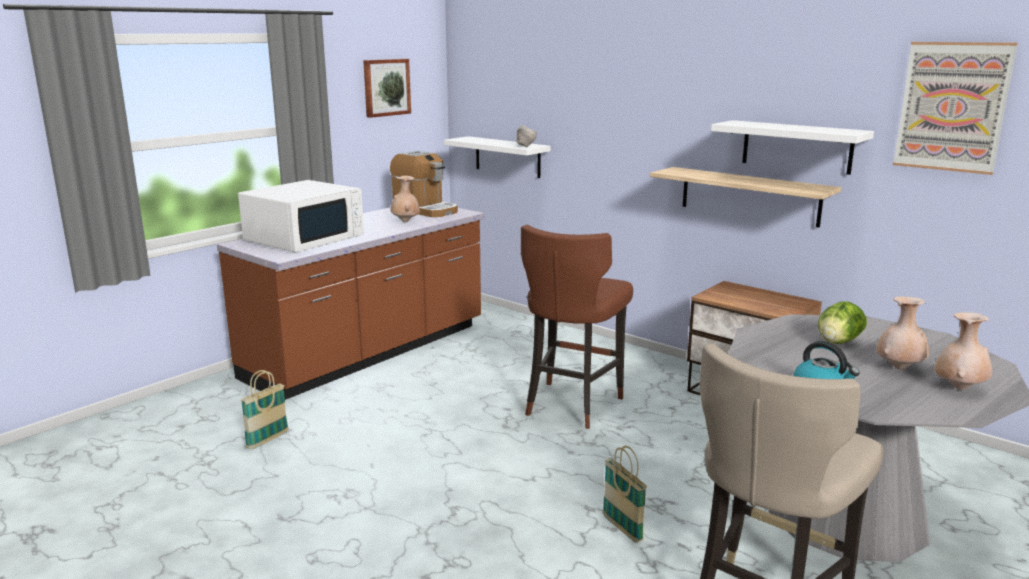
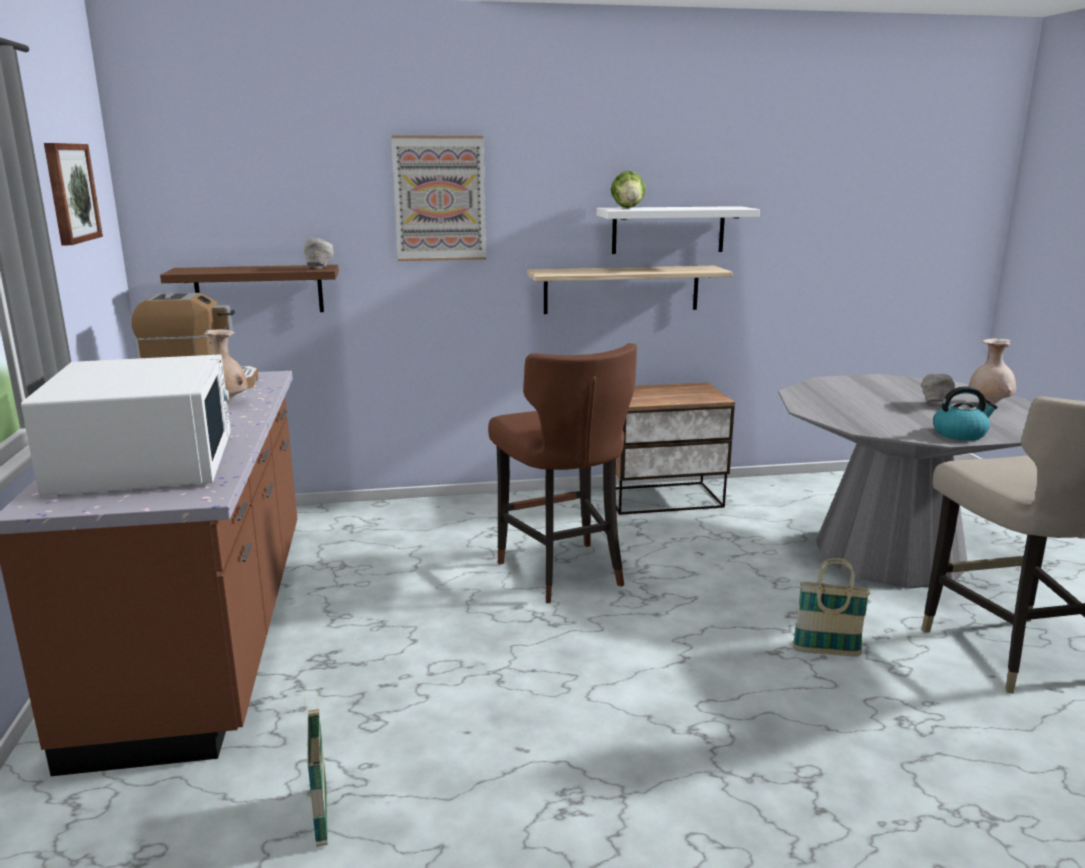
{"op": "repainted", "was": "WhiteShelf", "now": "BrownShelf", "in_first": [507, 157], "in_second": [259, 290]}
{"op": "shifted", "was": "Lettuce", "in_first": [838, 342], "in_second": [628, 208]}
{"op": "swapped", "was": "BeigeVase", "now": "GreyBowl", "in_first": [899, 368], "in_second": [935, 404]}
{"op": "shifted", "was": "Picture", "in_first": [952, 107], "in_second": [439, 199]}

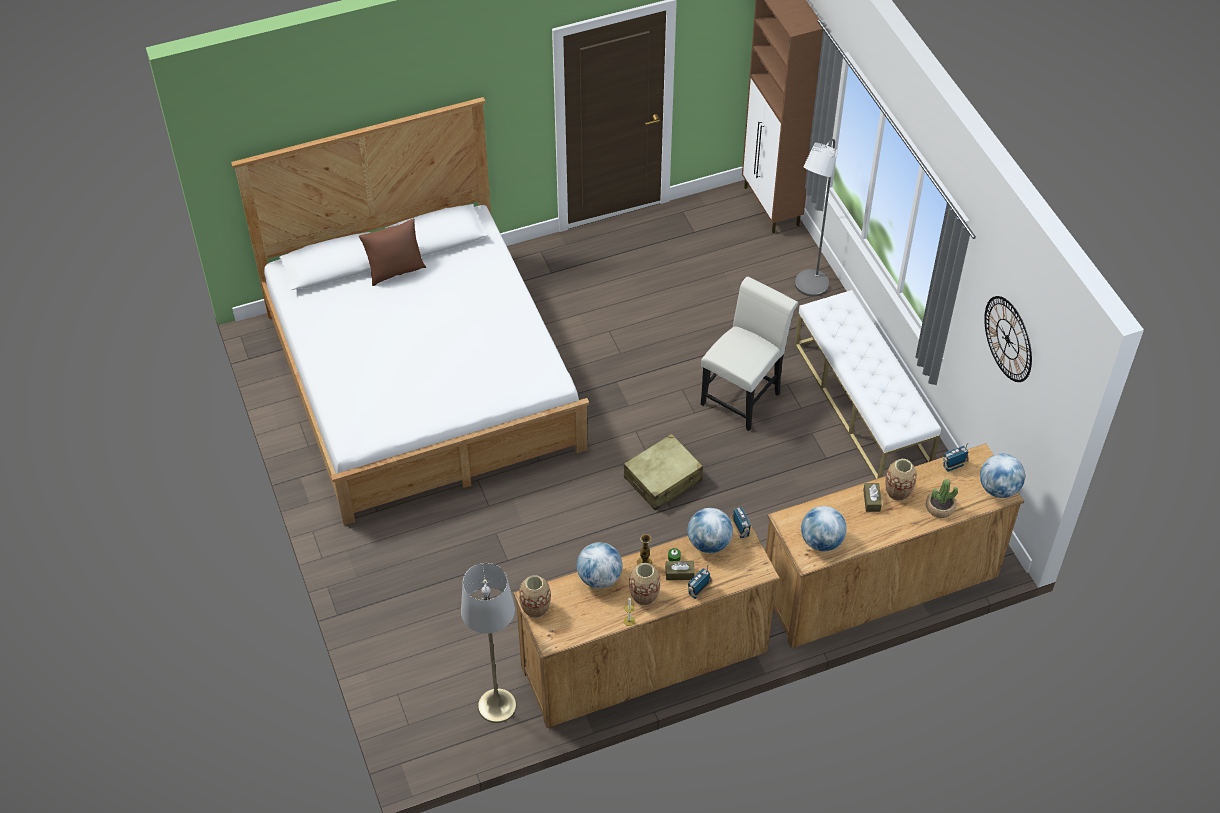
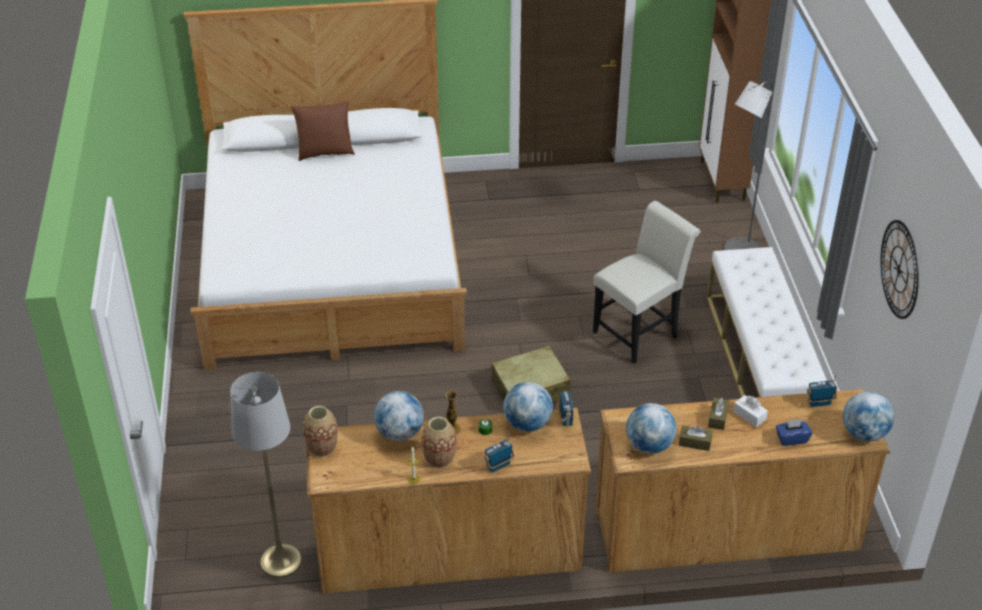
{"op": "shifted", "was": "BrownTissueBox", "in_first": [679, 573], "in_second": [695, 442]}
{"op": "swapped", "was": "Vase", "now": "WhiteTissueBox", "in_first": [897, 492], "in_second": [749, 415]}
{"op": "swapped", "was": "PottedPlant", "now": "BlueTissueBox", "in_first": [940, 507], "in_second": [791, 439]}

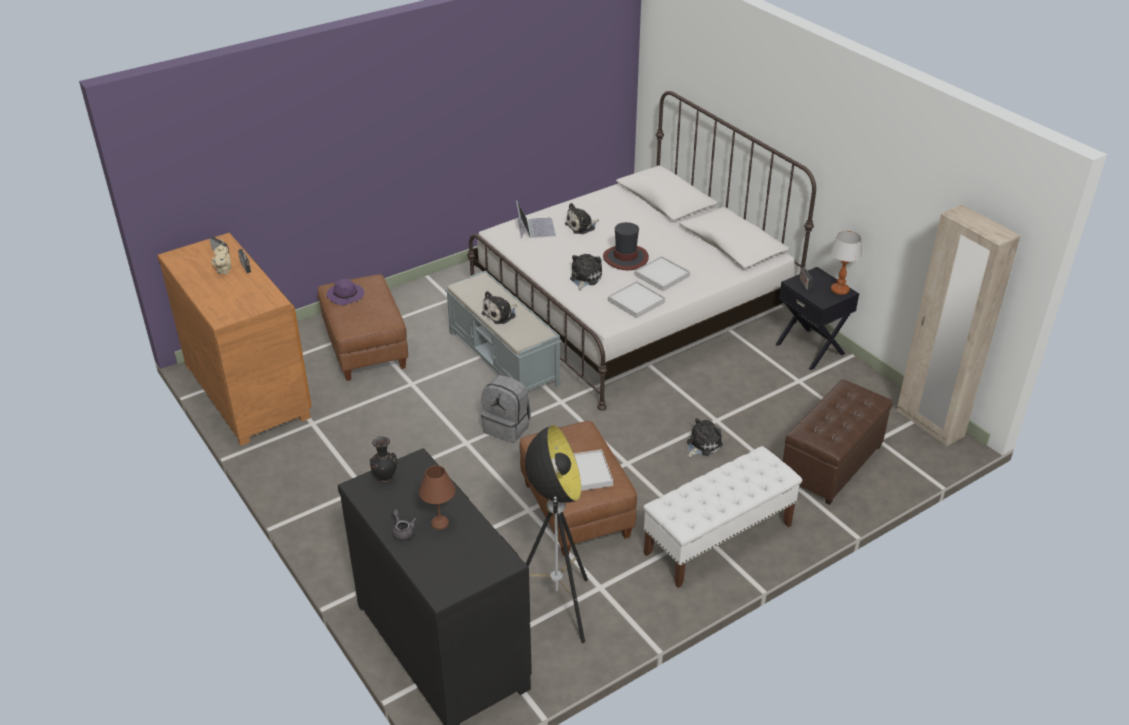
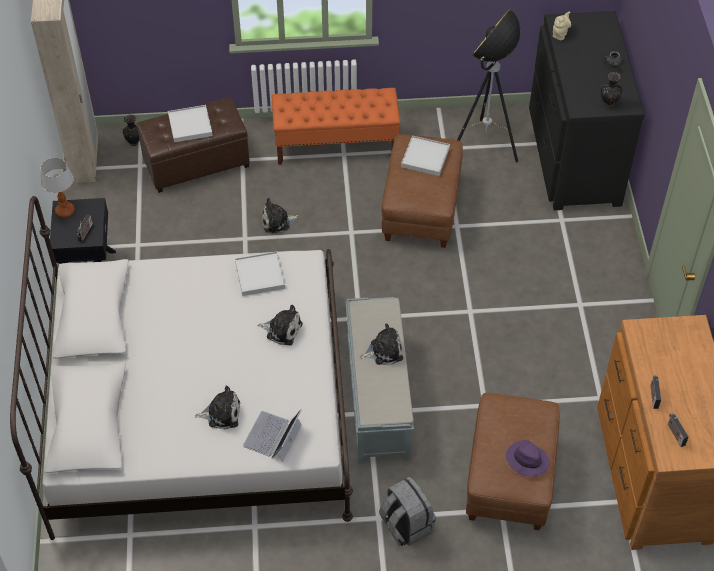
{"op": "shifted", "was": "BeigeTeapot", "in_first": [223, 270], "in_second": [560, 34]}
{"op": "gone", "was": "BrownTableLamp", "in_first": [439, 523]}
{"op": "shifted", "was": "GreyBackpack", "in_first": [507, 427], "in_second": [405, 525]}
{"op": "rotated", "was": "PlushToy", "in_first": [584, 278], "in_second": [282, 329], "clockwise": -120}
{"op": "gone", "was": "Hat", "in_first": [625, 258]}
{"op": "shifted", "was": "WhiteTray", "in_first": [662, 276], "in_second": [190, 125]}
{"op": "repainted", "was": "WhiteBench", "now": "OrangeBench", "in_first": [718, 539], "in_second": [336, 145]}
{"op": "new", "now": "BlackVase", "in_second": [134, 142]}

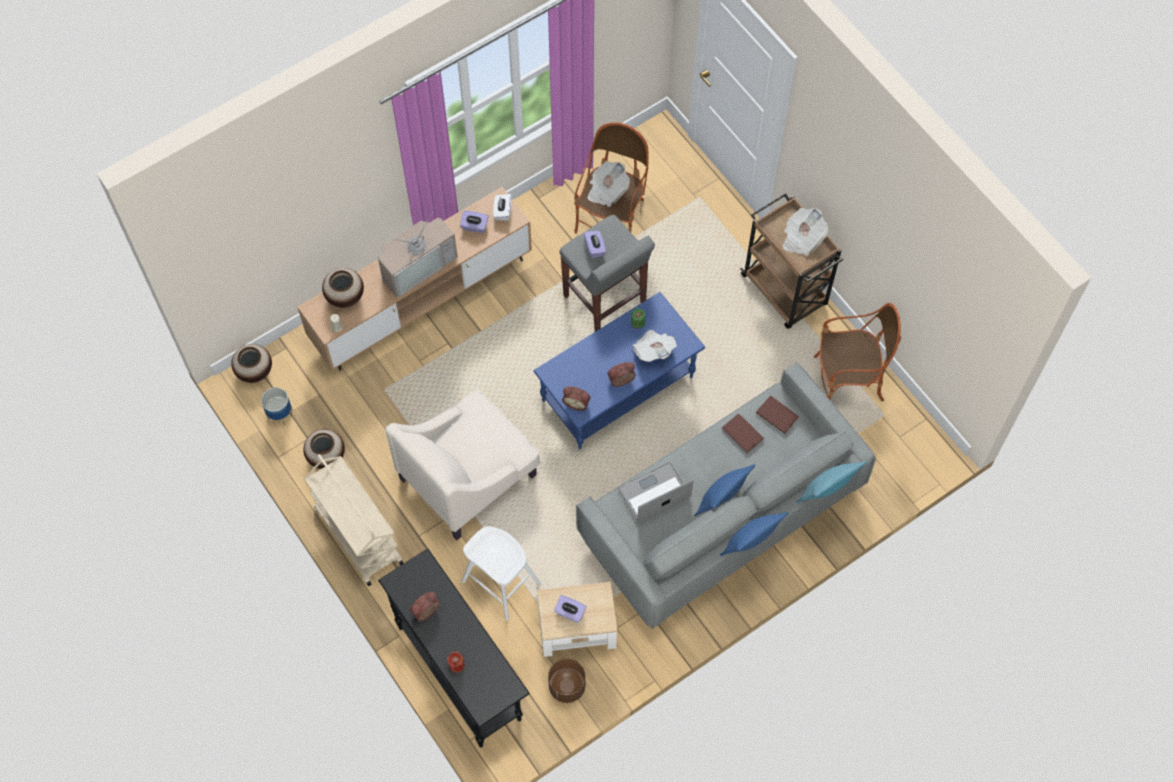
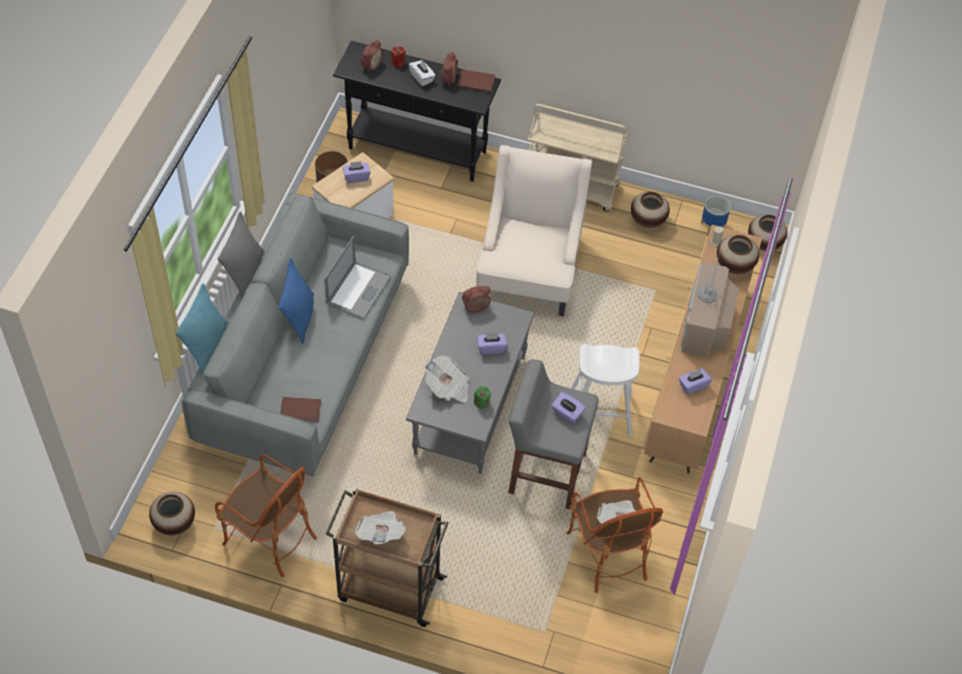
{"op": "shifted", "was": "WhiteStool", "in_first": [501, 582], "in_second": [600, 412]}
{"op": "shifted", "was": "WhiteTissueBox", "in_first": [502, 212], "in_second": [422, 78]}
{"op": "repainted", "was": "BlueCoffeeTable", "now": "GreyCoffeeTable", "in_first": [618, 390], "in_second": [469, 404]}
{"op": "shifted", "was": "AlarmClock", "in_first": [622, 381], "in_second": [370, 65]}
{"op": "repainted", "was": "BluePillow", "now": "GreyPillow", "in_first": [750, 543], "in_second": [245, 273]}
{"op": "shifted", "was": "BrownBook", "in_first": [742, 435], "in_second": [476, 81]}
{"op": "rotated", "was": "Armchair", "in_first": [847, 381], "in_second": [269, 538], "clockwise": -105}
{"op": "new", "now": "Vase", "in_second": [174, 523]}
{"op": "new", "now": "PurpleTissueBox", "in_second": [491, 348]}

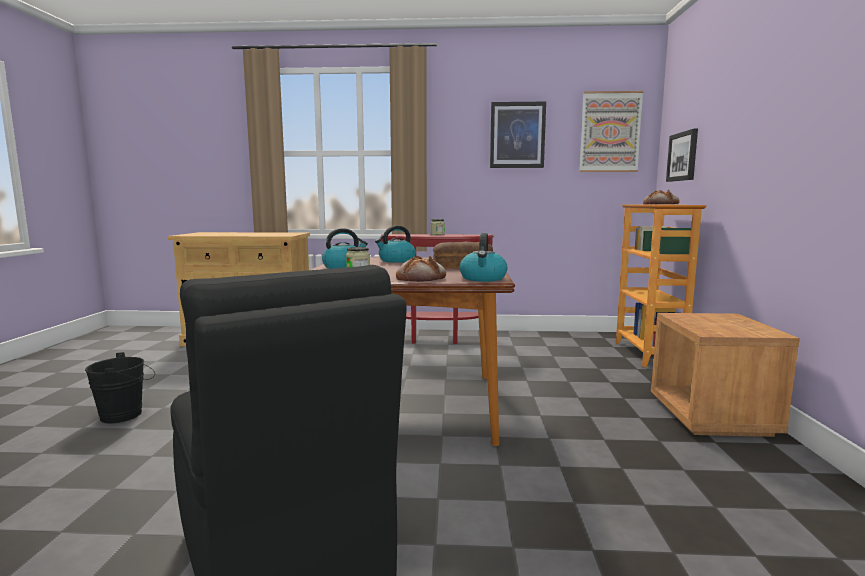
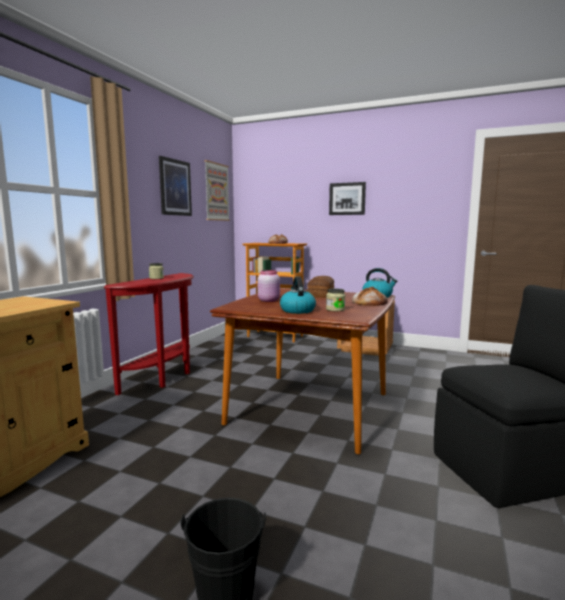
{"op": "swapped", "was": "Kettle", "now": "PinkJar", "in_first": [396, 261], "in_second": [269, 300]}
{"op": "shifted", "was": "Picture", "in_first": [683, 156], "in_second": [347, 199]}

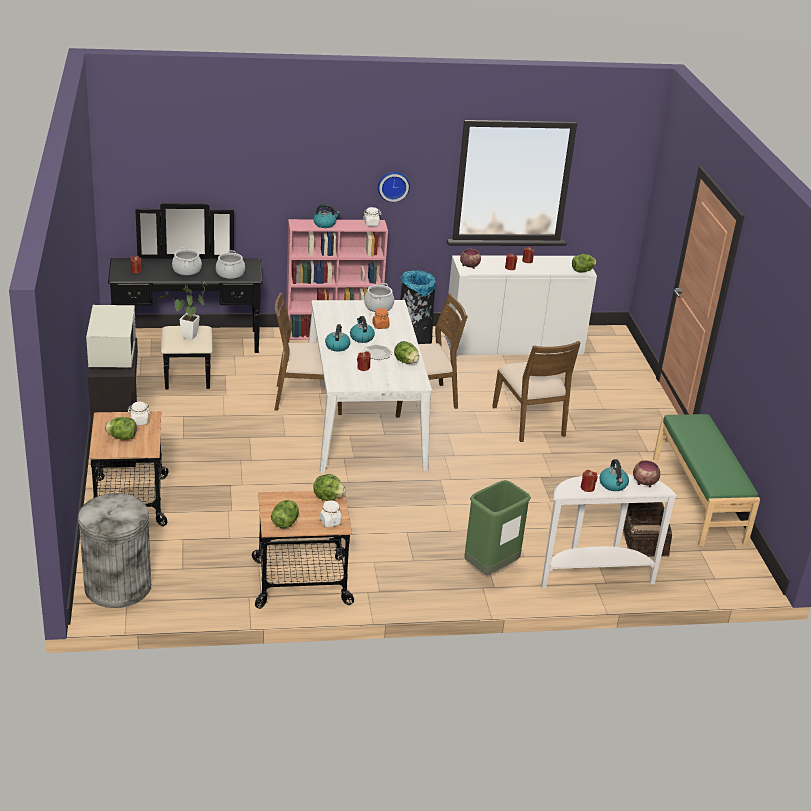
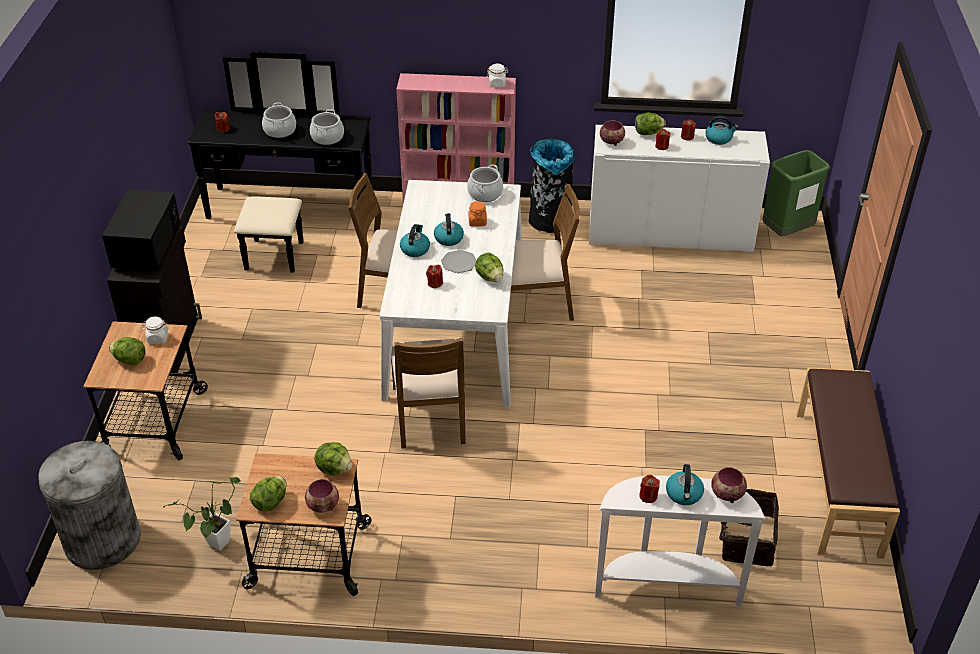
{"op": "repainted", "was": "WhiteMicrowave", "now": "BlackMicrowave", "in_first": [112, 353], "in_second": [146, 248]}
{"op": "shifted", "was": "PottedPlant", "in_first": [188, 338], "in_second": [215, 546]}
{"op": "shifted", "was": "Kettle", "in_first": [325, 224], "in_second": [719, 138]}
{"op": "swapped", "was": "WhiteJar", "now": "Bowl", "in_first": [330, 522], "in_second": [324, 506]}
{"op": "gone", "was": "WallClock", "in_first": [393, 185]}
{"op": "shifted", "was": "GreenTrashCan", "in_first": [490, 568], "in_second": [787, 232]}
{"op": "shifted", "was": "BrownChair", "in_first": [530, 421], "in_second": [430, 415]}
{"op": "shifted", "was": "Lettuce", "in_first": [582, 271], "in_second": [648, 133]}
{"op": "repainted", "was": "GreenBench", "now": "BrownBench", "in_first": [699, 500], "in_second": [838, 482]}

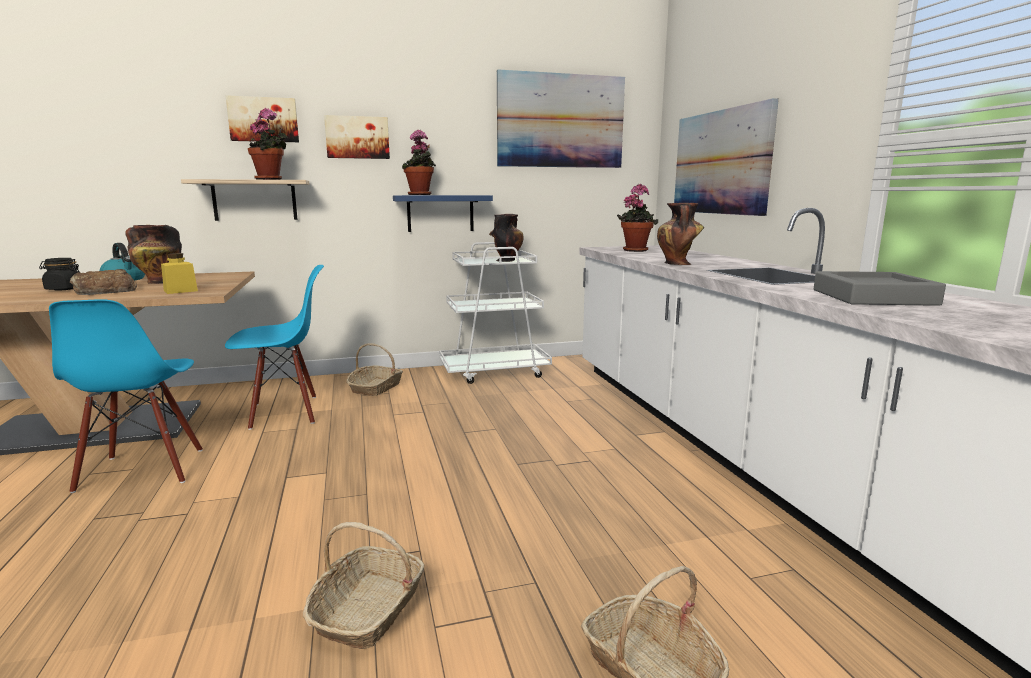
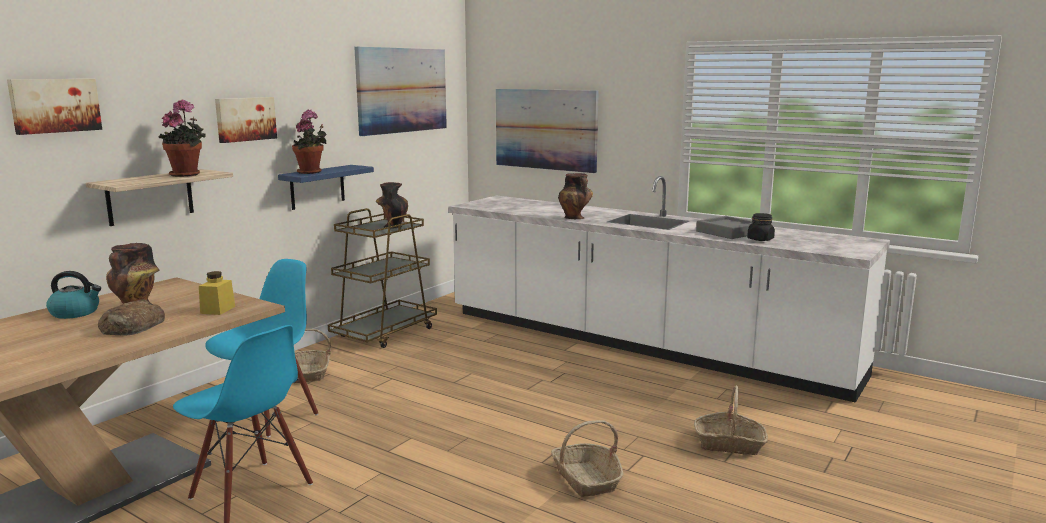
{"op": "shifted", "was": "BlackJar", "in_first": [64, 289], "in_second": [760, 239]}
{"op": "shifted", "was": "Picture", "in_first": [263, 119], "in_second": [55, 105]}
{"op": "repainted", "was": "WhiteCart", "now": "BrownCart", "in_first": [495, 372], "in_second": [385, 333]}
{"op": "gone", "was": "PottedPlant", "in_first": [635, 250]}

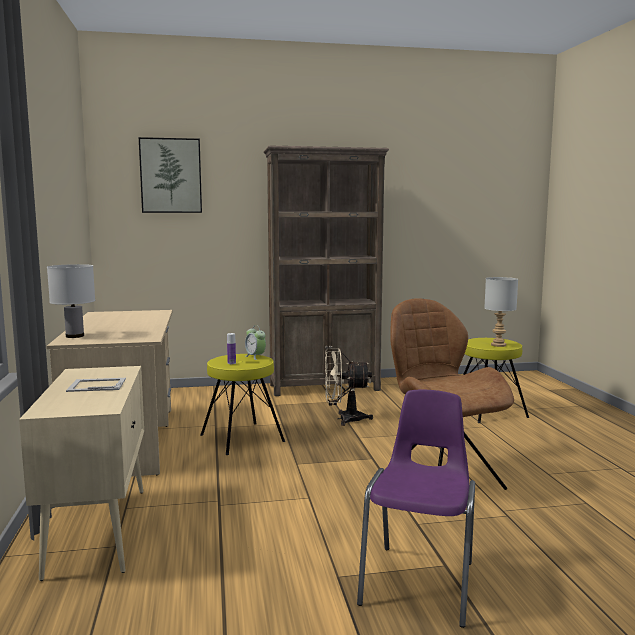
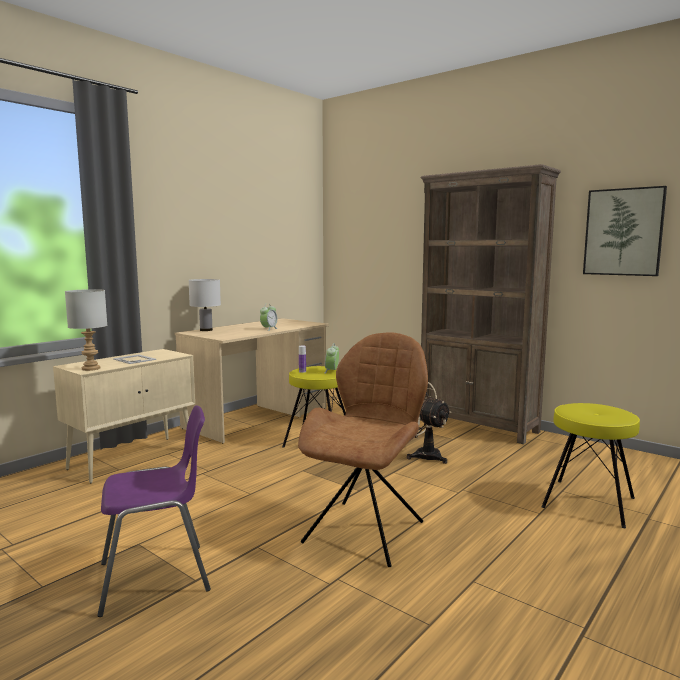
{"op": "shifted", "was": "Picture", "in_first": [171, 176], "in_second": [623, 232]}
{"op": "shifted", "was": "GreyTableLamp", "in_first": [497, 345], "in_second": [91, 368]}
{"op": "new", "now": "AlarmClock", "in_second": [269, 329]}

